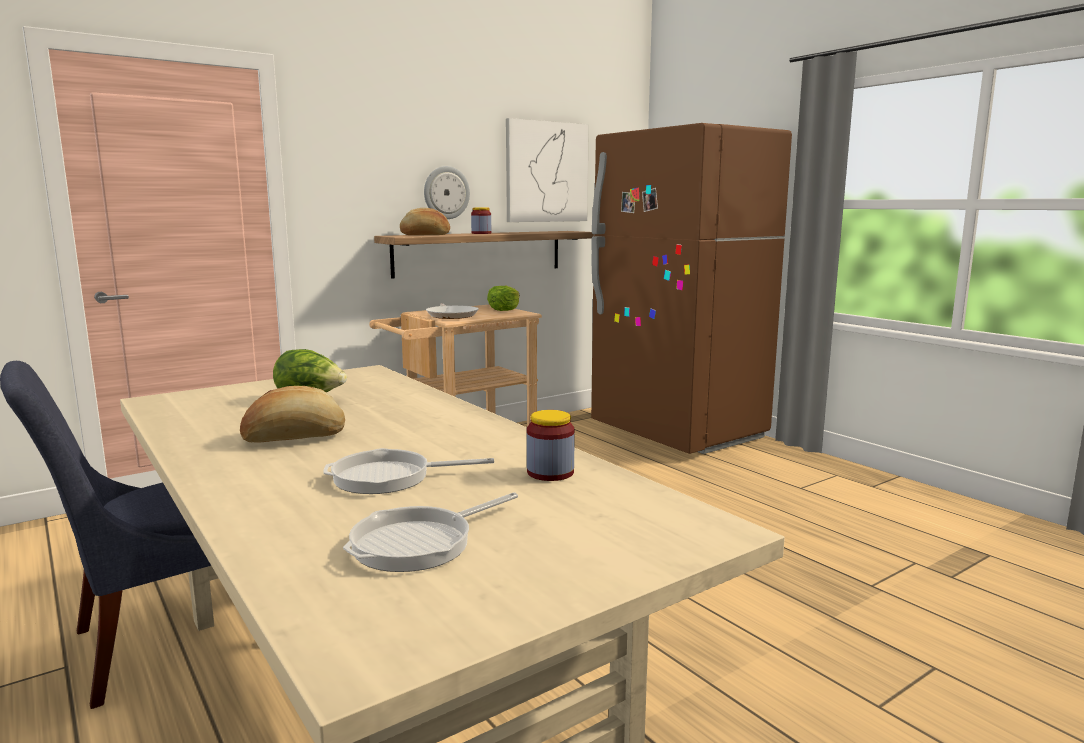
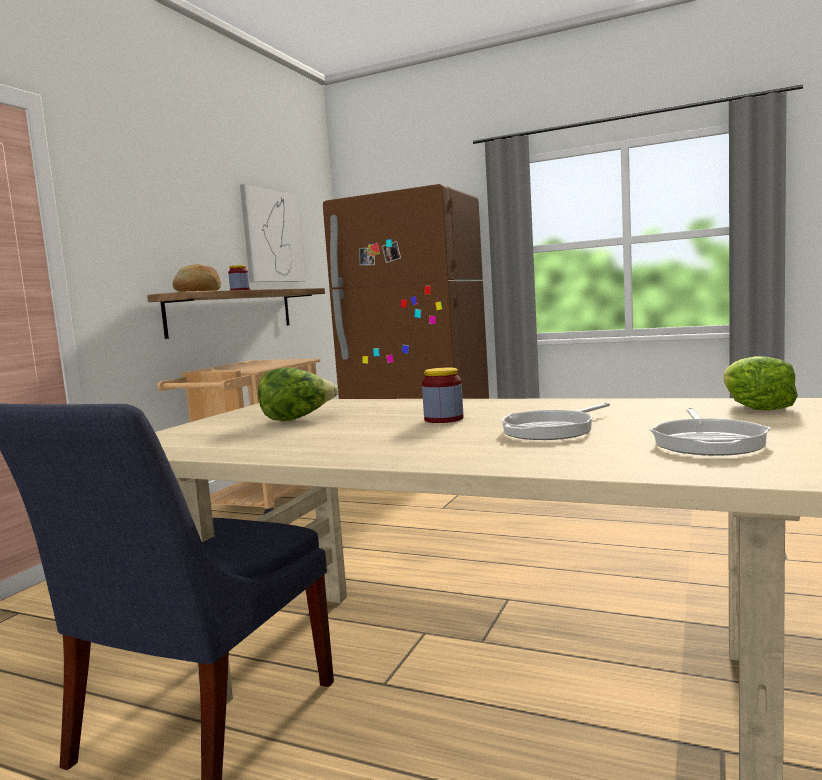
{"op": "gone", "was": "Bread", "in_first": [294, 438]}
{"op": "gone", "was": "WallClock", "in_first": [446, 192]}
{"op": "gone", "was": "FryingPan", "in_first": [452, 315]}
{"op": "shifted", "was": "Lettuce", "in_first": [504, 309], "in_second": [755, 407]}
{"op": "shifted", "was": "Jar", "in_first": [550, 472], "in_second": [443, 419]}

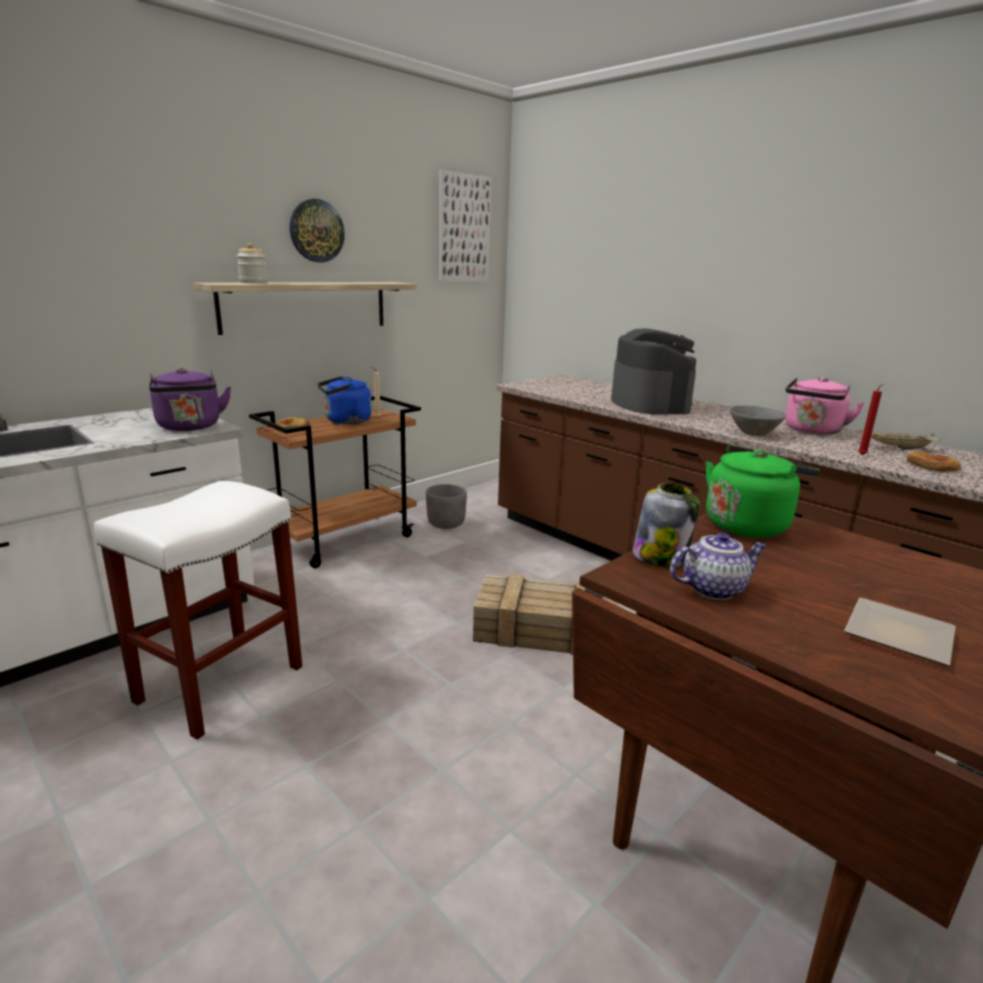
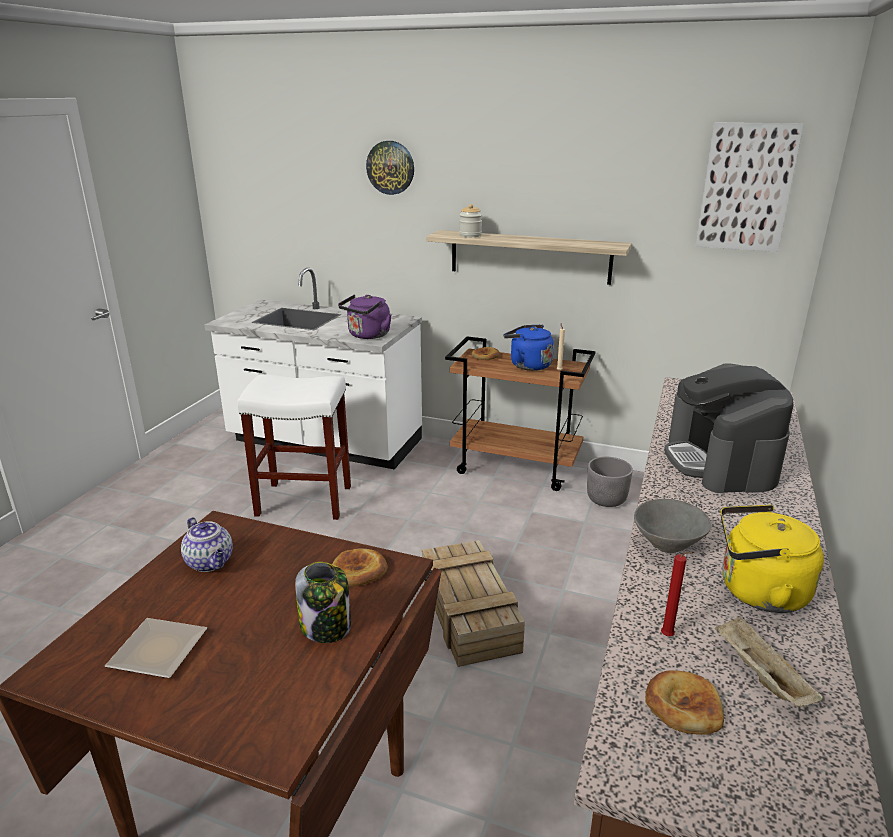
{"op": "shifted", "was": "WallClock", "in_first": [316, 231], "in_second": [390, 167]}
{"op": "rotated", "was": "CoffeeMachine", "in_first": [649, 404], "in_second": [720, 462], "clockwise": 120}
{"op": "shifted", "was": "Jar", "in_first": [660, 557], "in_second": [326, 626]}
{"op": "swapped", "was": "GreenKettle", "now": "Bread", "in_first": [748, 525], "in_second": [358, 571]}
{"op": "repainted", "was": "PinkKettle", "now": "YellowKettle", "in_first": [812, 431], "in_second": [757, 592]}

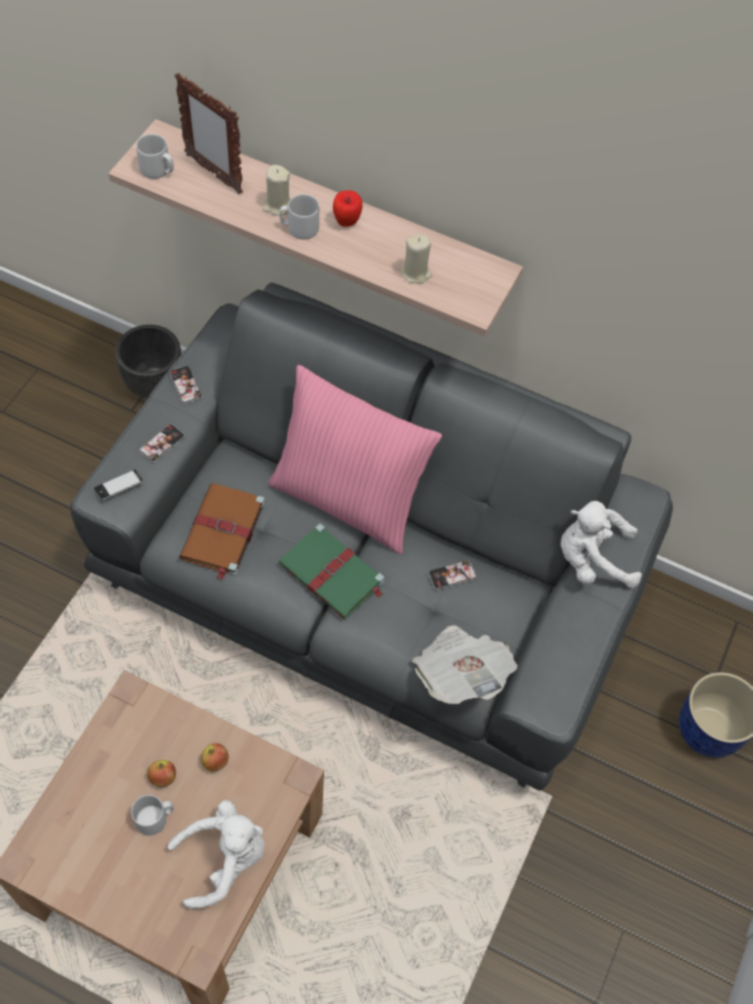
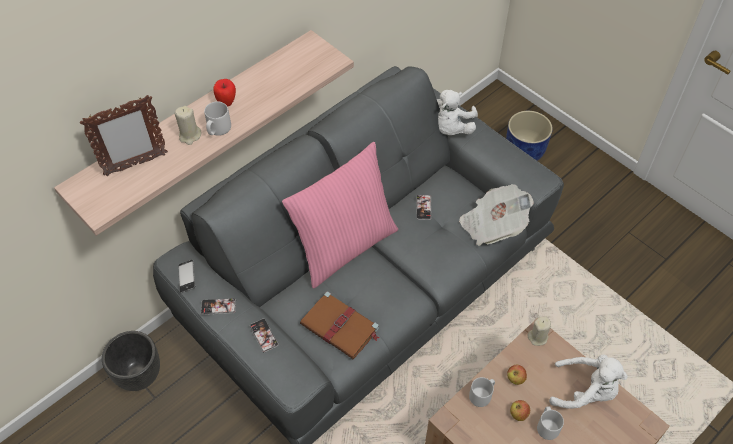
{"op": "shifted", "was": "Phone", "in_first": [119, 487], "in_second": [187, 277]}
{"op": "shifted", "was": "GreyMug", "in_first": [158, 170], "in_second": [482, 395]}
{"op": "rotated", "was": "WhitePlushToy", "in_first": [224, 859], "in_second": [585, 391], "clockwise": 105}
{"op": "gone", "was": "GreenBook", "in_first": [333, 574]}
{"op": "shifted", "was": "BeigeCandle", "in_first": [415, 273], "in_second": [538, 337]}

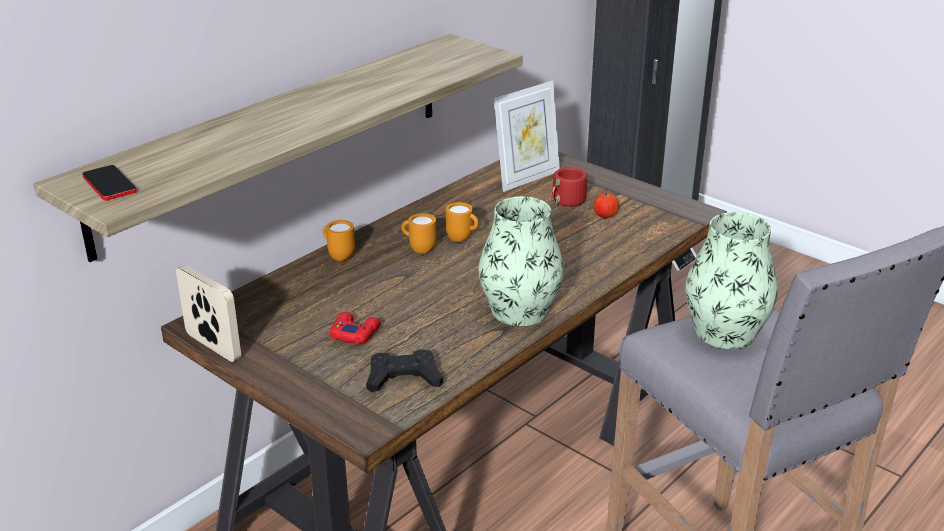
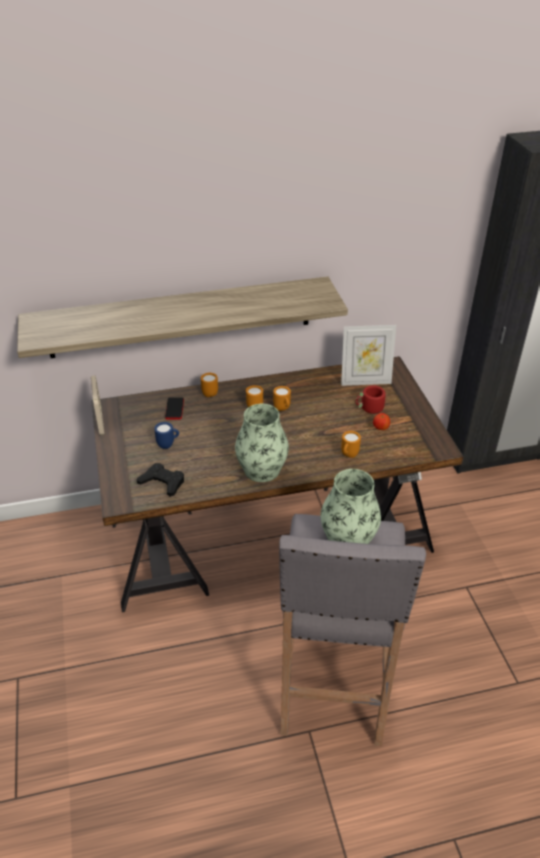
{"op": "shifted", "was": "Phone", "in_first": [109, 184], "in_second": [174, 409]}
{"op": "swapped", "was": "RedGameController", "now": "BlueMug", "in_first": [355, 333], "in_second": [168, 445]}
{"op": "new", "now": "OrangeMug", "in_second": [348, 455]}

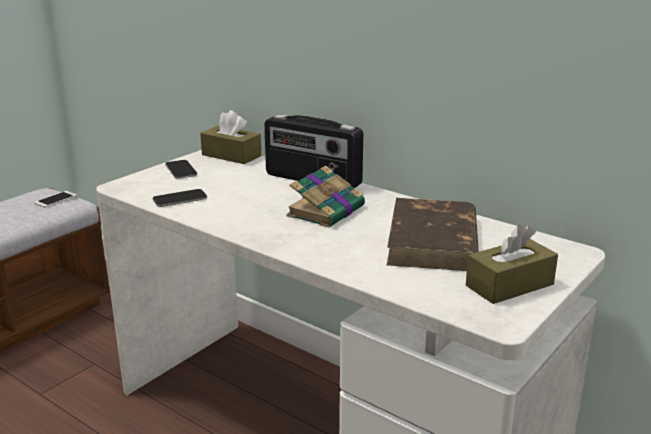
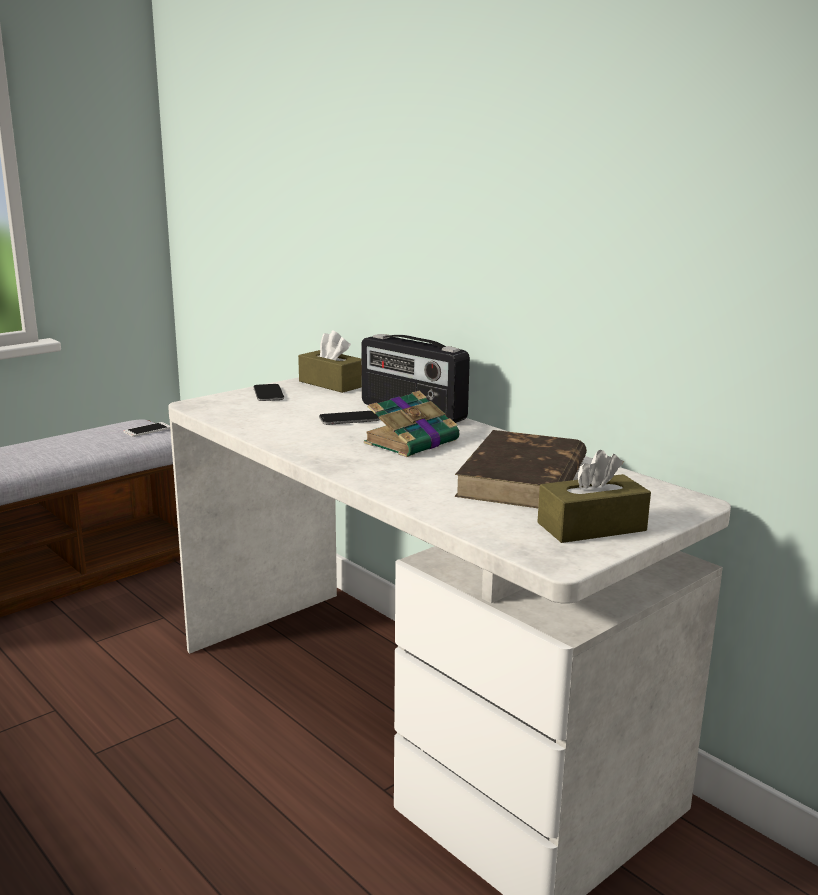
{"op": "shifted", "was": "Phone", "in_first": [180, 199], "in_second": [349, 419]}

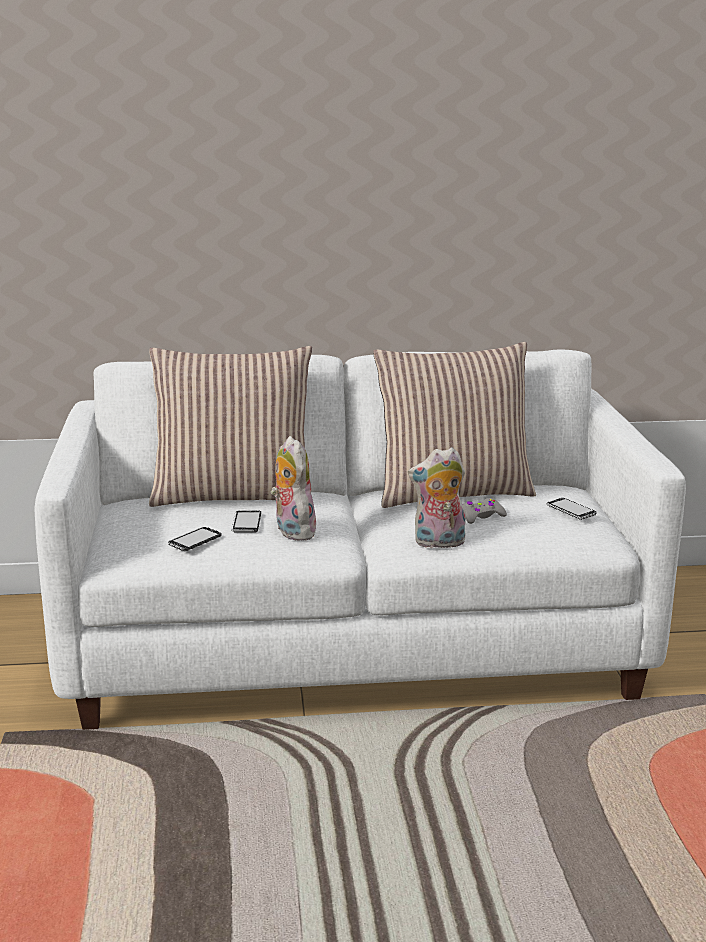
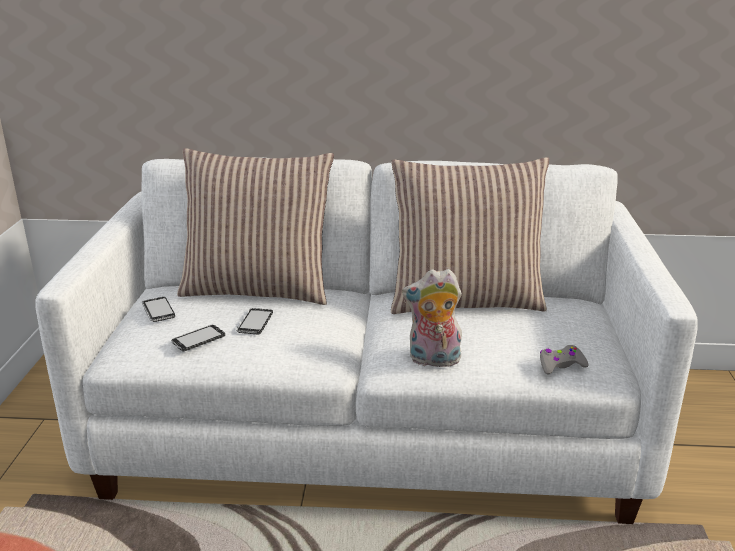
{"op": "gone", "was": "PlushToy", "in_first": [291, 531]}
{"op": "shifted", "was": "GreyGameController", "in_first": [481, 516], "in_second": [560, 365]}
{"op": "shifted", "was": "Phone", "in_first": [571, 510], "in_second": [158, 311]}

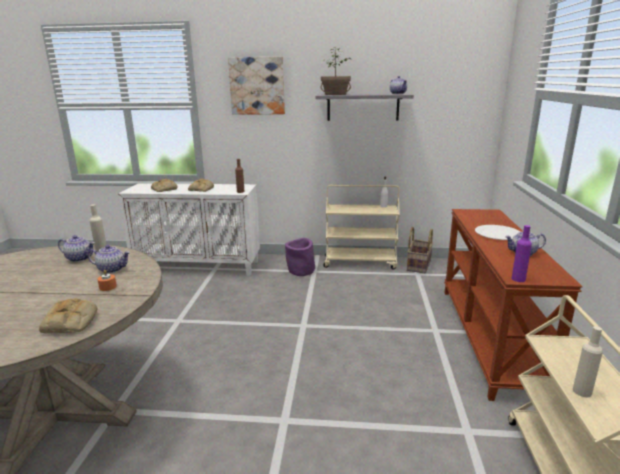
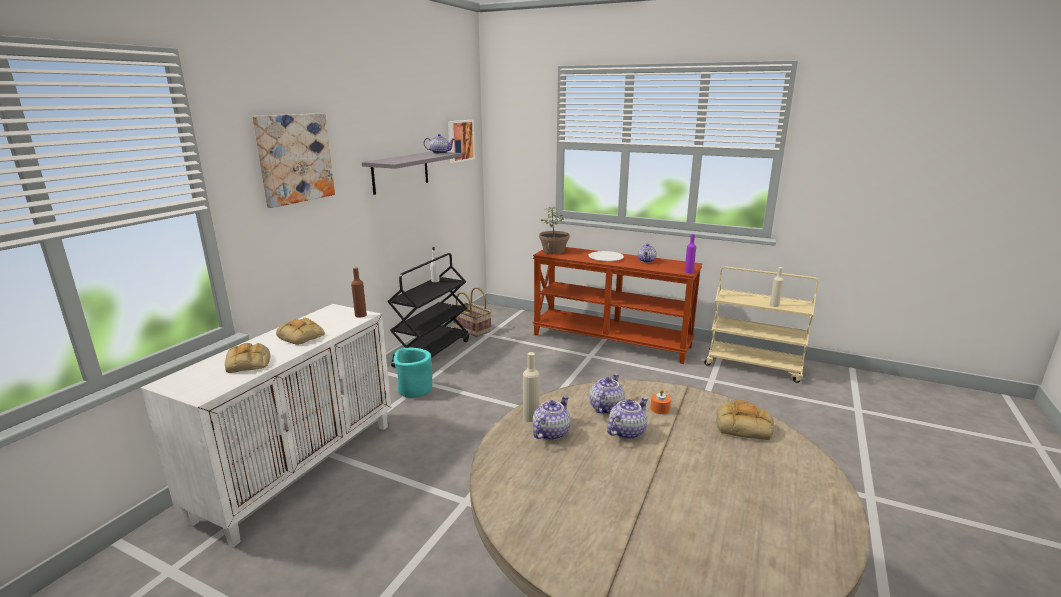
{"op": "repainted", "was": "PurplePlanter", "now": "TurquoisePlanter", "in_first": [301, 271], "in_second": [414, 390]}
{"op": "shifted", "was": "PottedPlant", "in_first": [335, 94], "in_second": [554, 251]}
{"op": "repainted", "was": "BeigeCart", "now": "BlackCart", "in_first": [360, 262], "in_second": [432, 353]}
{"op": "new", "now": "Picture", "in_second": [459, 140]}
{"op": "new", "now": "Teapot", "in_second": [626, 431]}

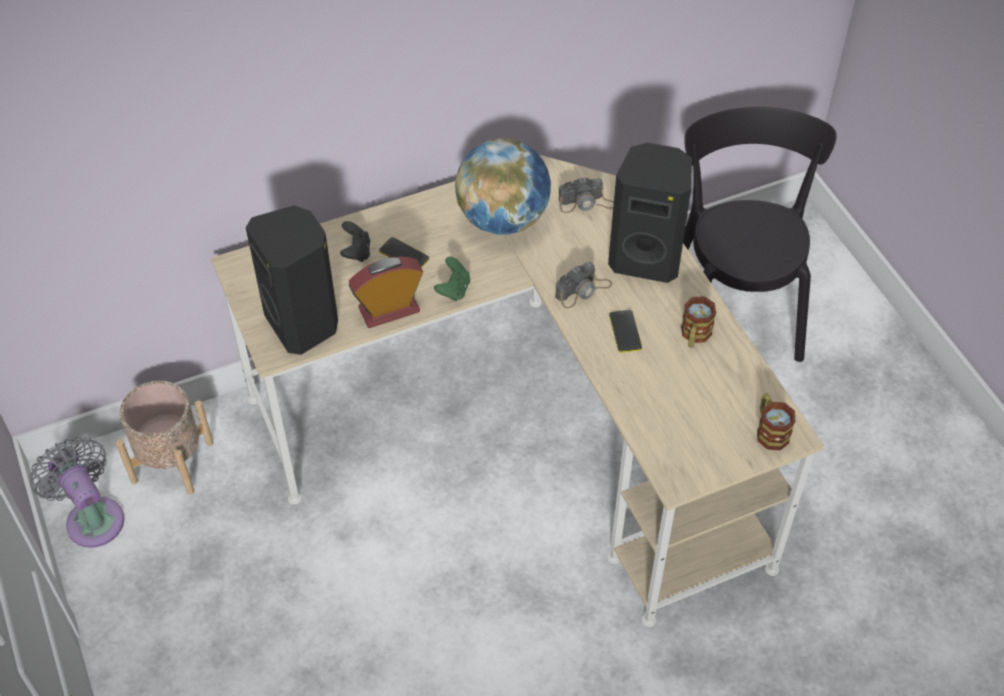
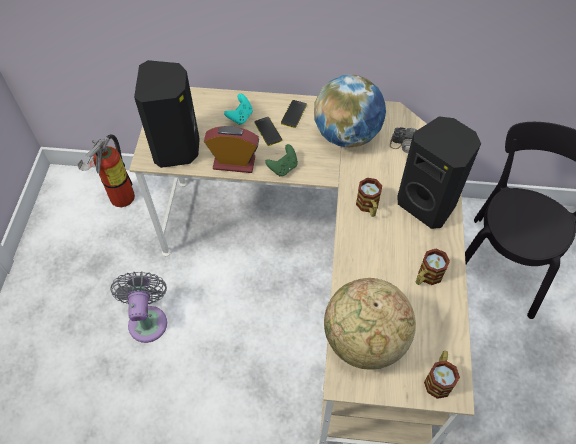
{"op": "shifted", "was": "GreyFan", "in_first": [92, 517], "in_second": [148, 319]}
{"op": "swapped", "was": "BeigePlanter", "now": "FireExtinguisher", "in_first": [172, 461], "in_second": [118, 199]}
{"op": "repainted", "was": "BlackGameController", "now": "TurquoiseGameController", "in_first": [356, 252], "in_second": [240, 117]}
{"op": "swapped", "was": "PhotoCamera", "now": "Mug", "in_first": [583, 290], "in_second": [368, 207]}
{"op": "shifted", "was": "Phone", "in_first": [625, 331], "in_second": [294, 114]}
{"op": "new", "now": "Globe", "in_second": [364, 340]}

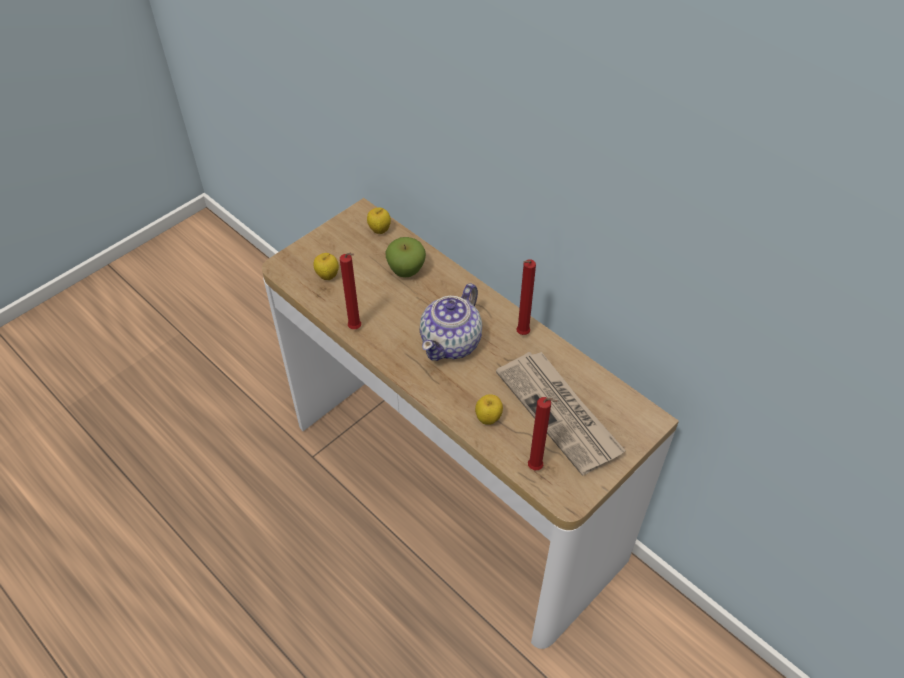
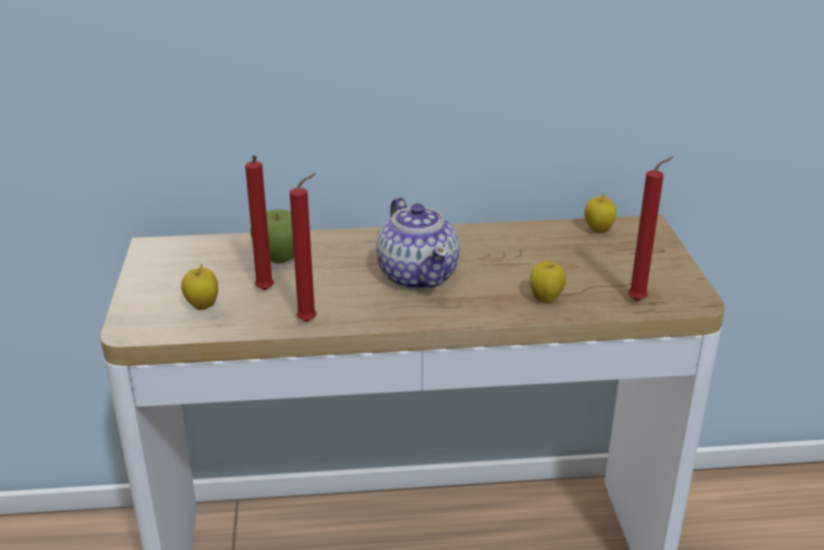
{"op": "shifted", "was": "Apple", "in_first": [379, 230], "in_second": [598, 230]}
{"op": "gone", "was": "Newspaper", "in_first": [560, 413]}
{"op": "shifted", "was": "RedCandle", "in_first": [521, 334], "in_second": [265, 292]}

